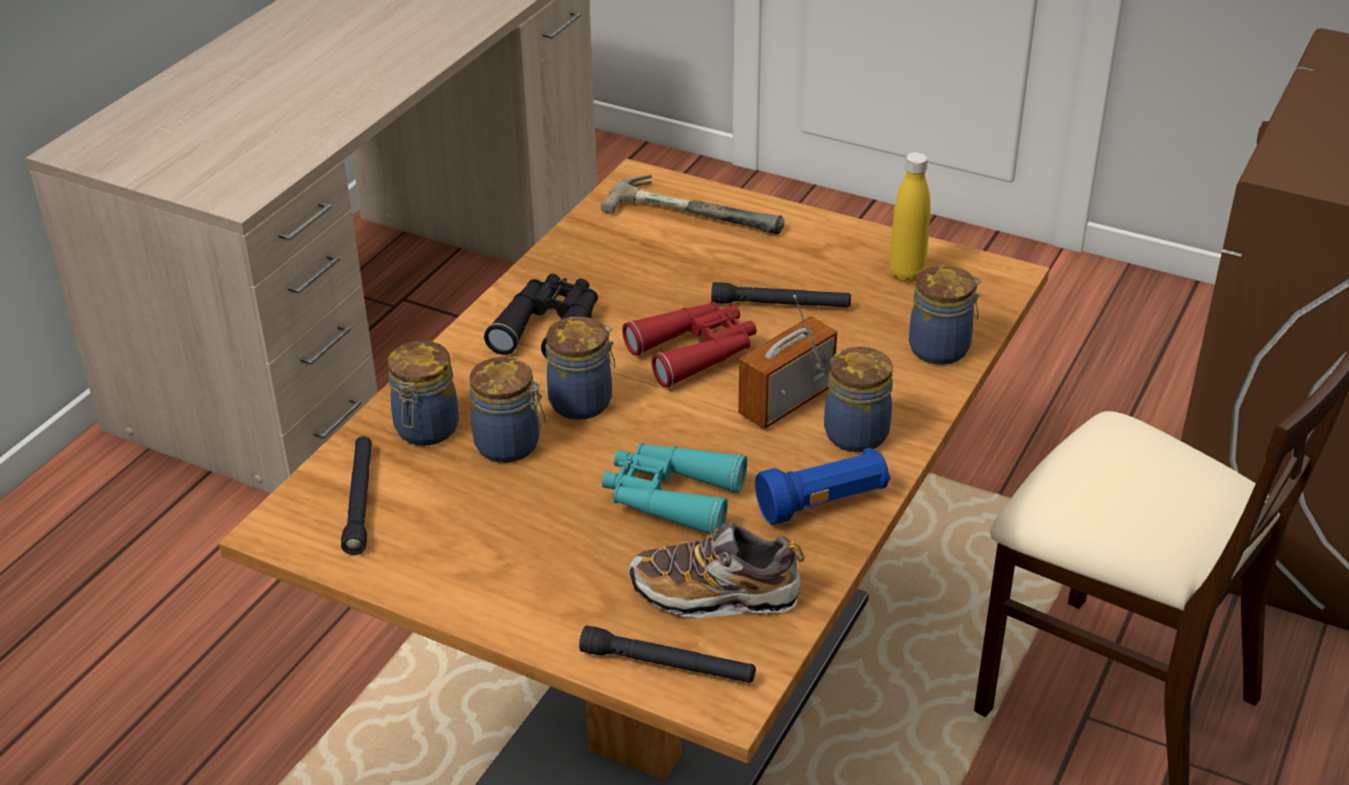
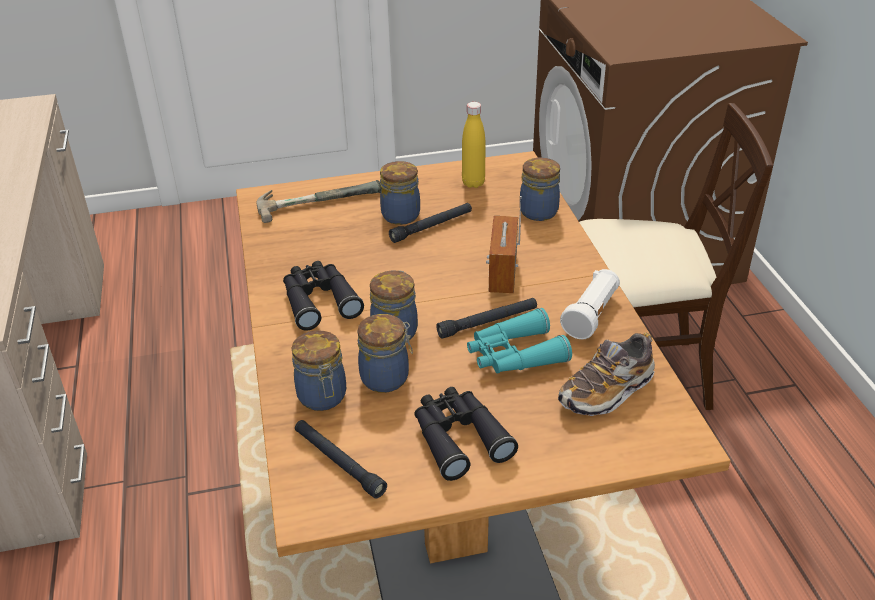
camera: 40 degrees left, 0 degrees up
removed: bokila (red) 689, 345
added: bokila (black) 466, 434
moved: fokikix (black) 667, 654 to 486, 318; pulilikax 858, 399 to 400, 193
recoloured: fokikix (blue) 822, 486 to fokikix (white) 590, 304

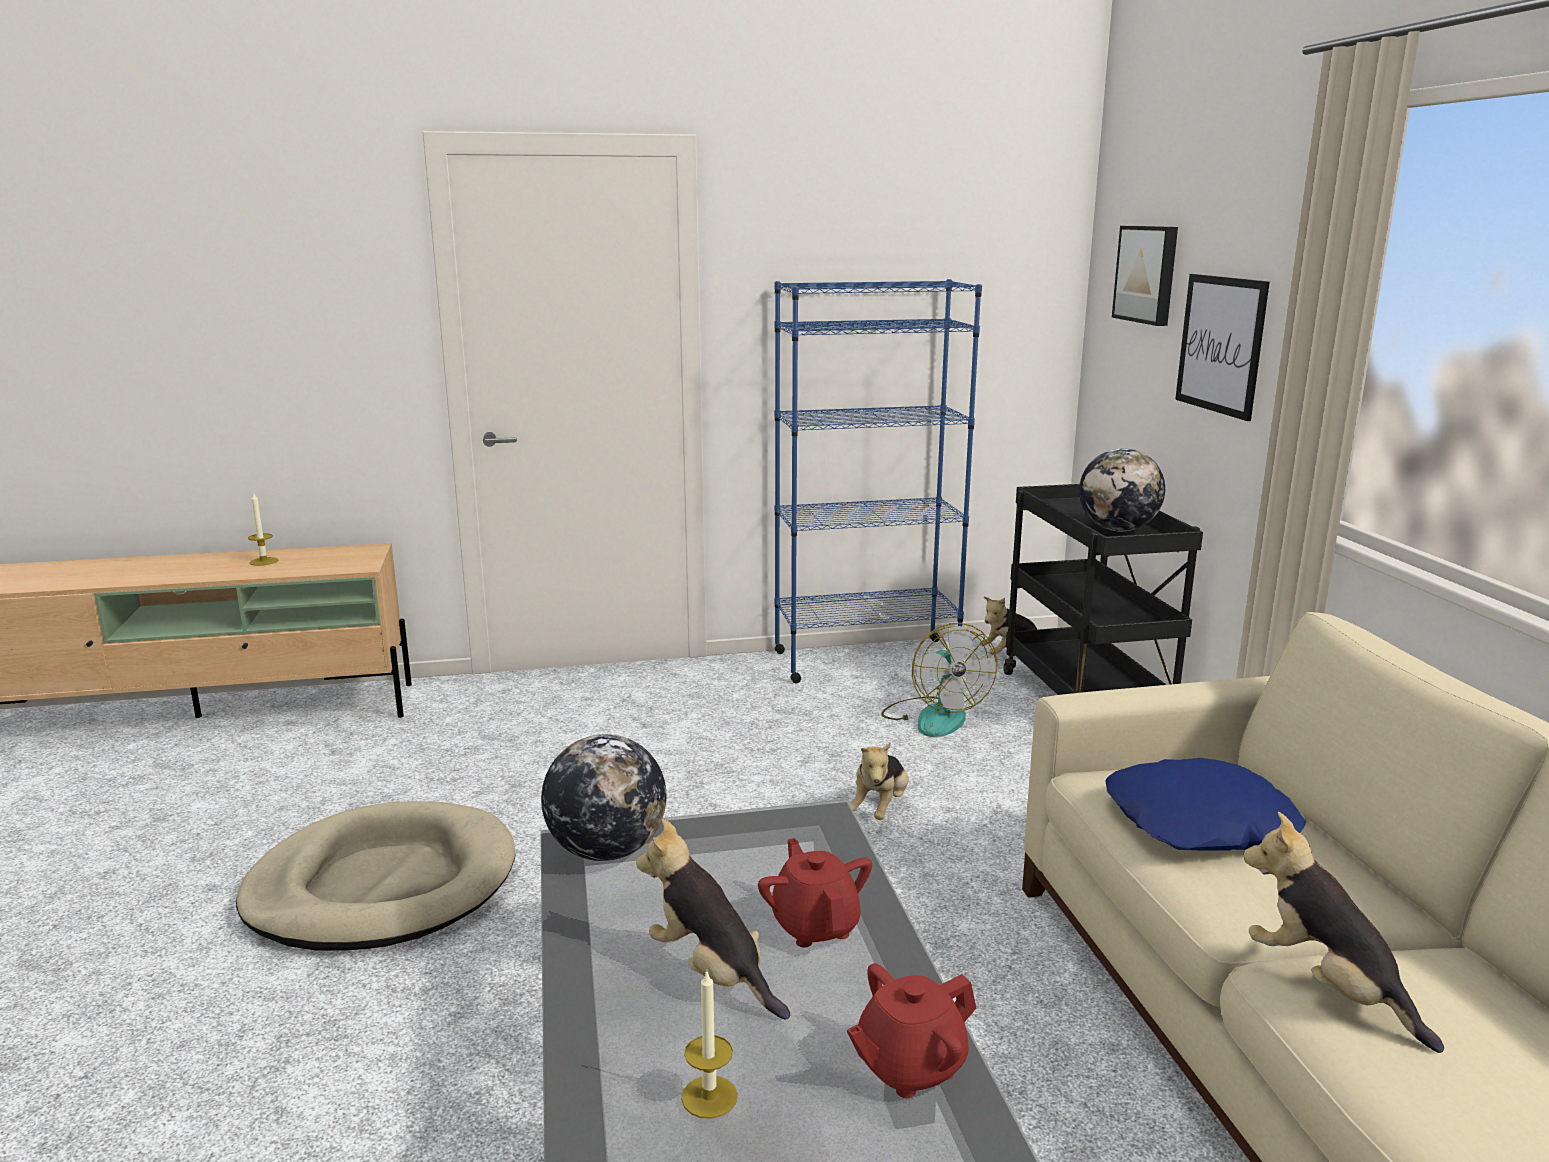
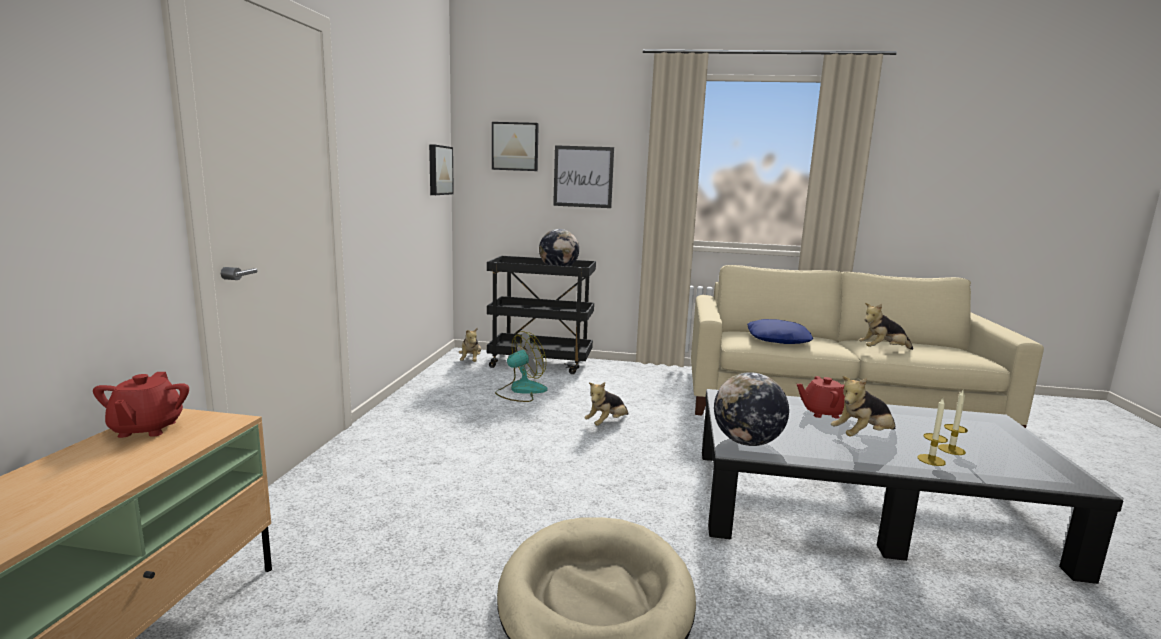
camera: 70 degrees left, 5 degrees down
removed: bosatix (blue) 878, 481
added: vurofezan 441, 169
moved: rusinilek 263, 529 to 932, 432; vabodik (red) 911, 1031 to 141, 405
turned: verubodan 879, 781 = 606, 404 90 degrees clockwise; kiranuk 939, 680 = 521, 366 45 degrees counterclockwise

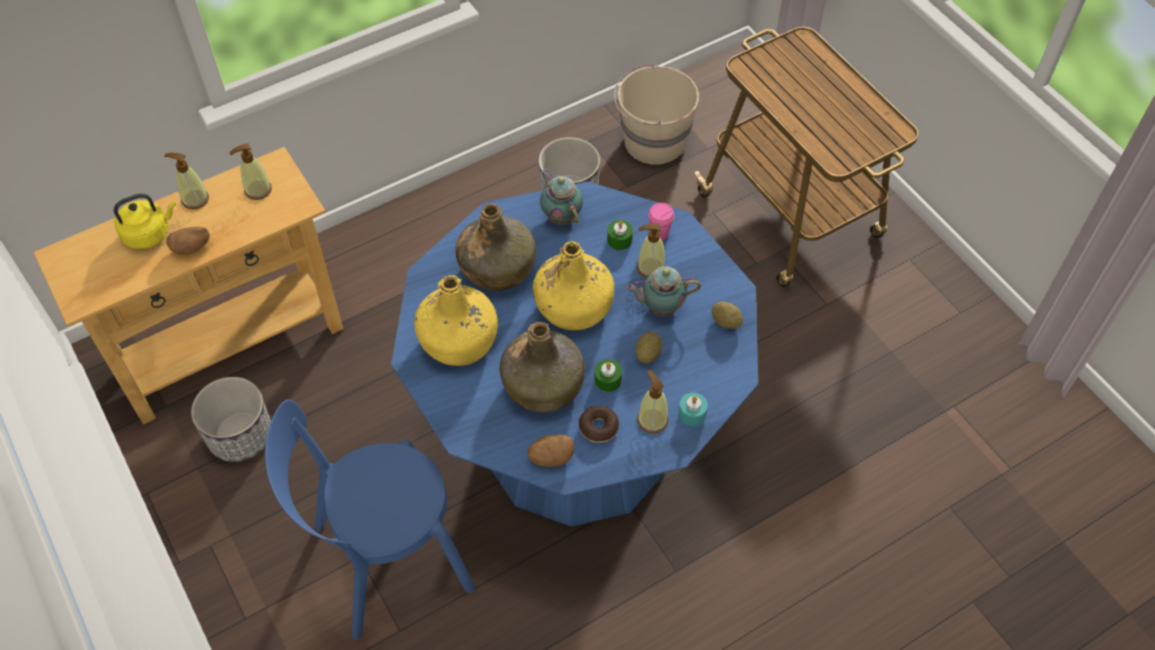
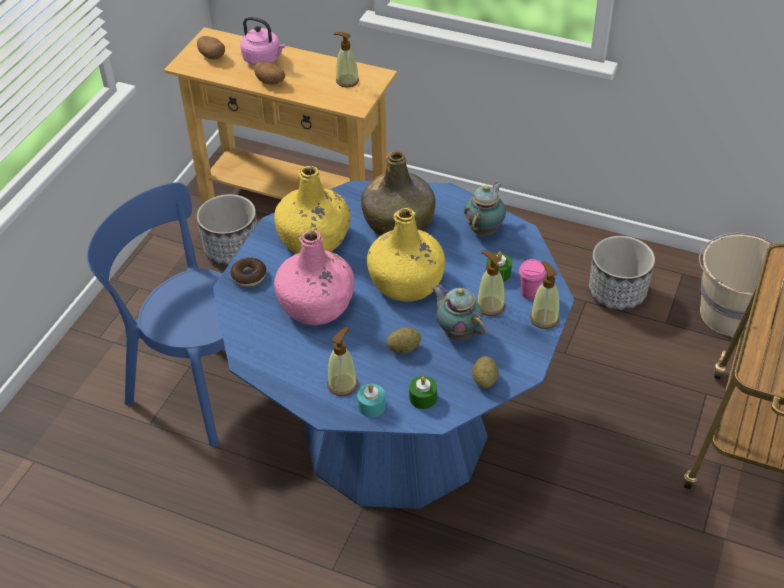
camera: 55 degrees right, 10 degrees down
moved: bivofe 186, 181 to 545, 295; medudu 550, 451 to 211, 48; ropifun 599, 424 to 248, 272; rusinilek (green) 608, 375 to 423, 392
recoloured: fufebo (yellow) 145, 221 to fufebo (pink) 263, 41; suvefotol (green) 542, 367 to suvefotol (pink) 314, 277

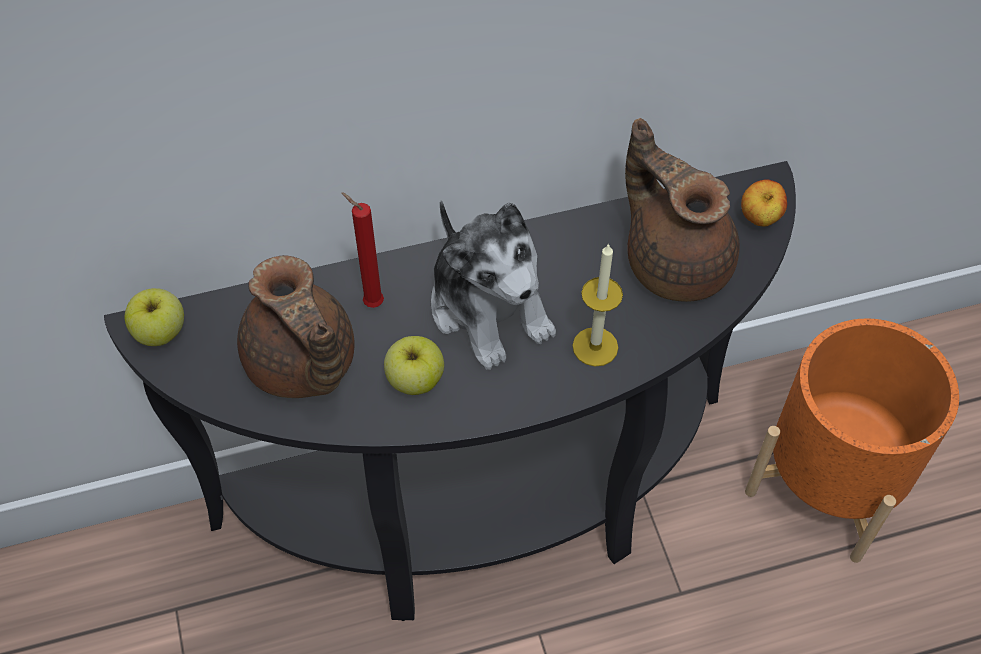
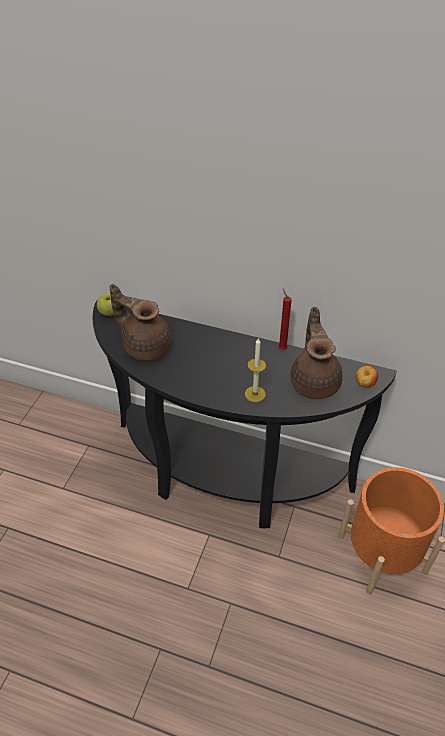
camera: 35 degrees right, 10 degrees down
removed: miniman 414, 365; verubodan 493, 285
moved: rusinilek (red) 362, 250 to 285, 319
turned: vabodik (brown) 296, 326 = 140, 322 120 degrees clockwise

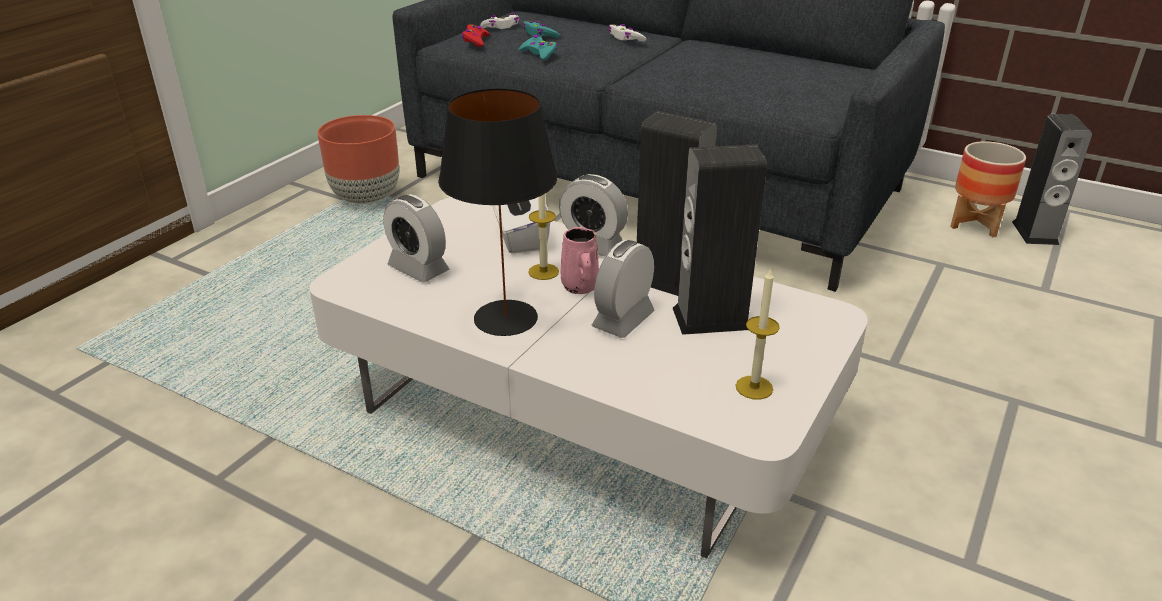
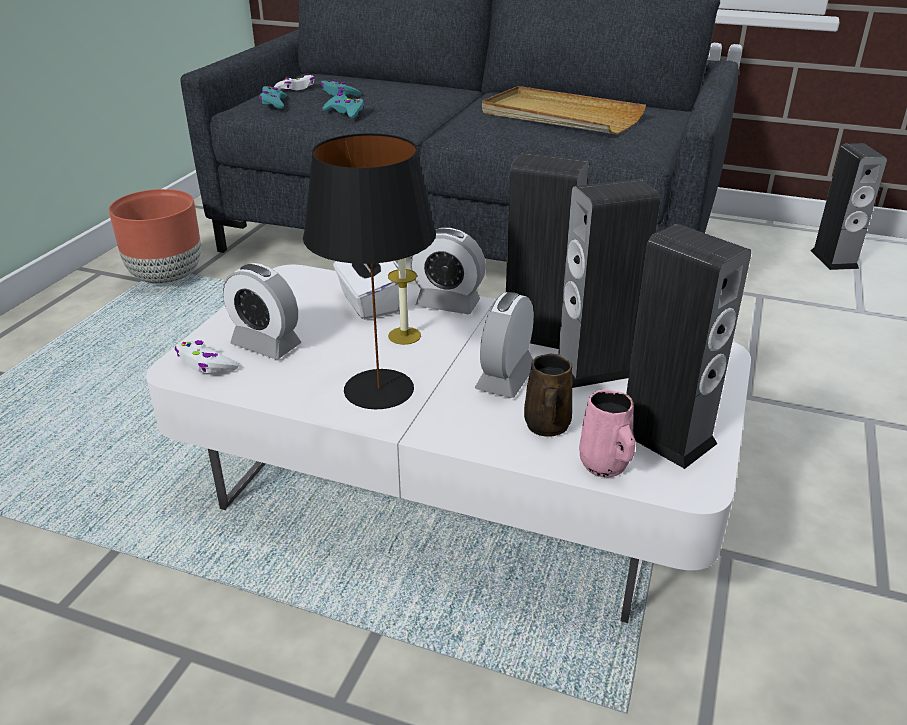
camera: 10 degrees left, 0 degrees up
removed: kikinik 988, 189
added: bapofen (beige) 564, 110; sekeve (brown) 548, 395
moved: sekeve (pink) 580, 260 to 607, 433; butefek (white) 627, 33 to 207, 356
replaced: rusinilek 758, 333 to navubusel 688, 346
recoloured: butefek (red) 476, 35 to butefek (turquoise) 273, 97

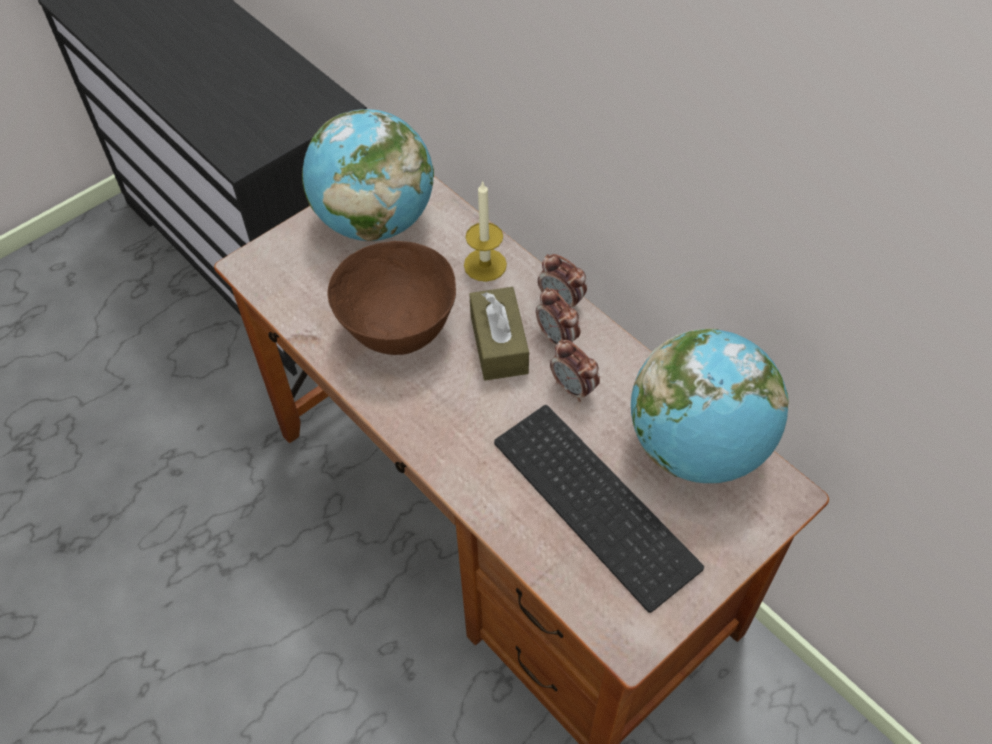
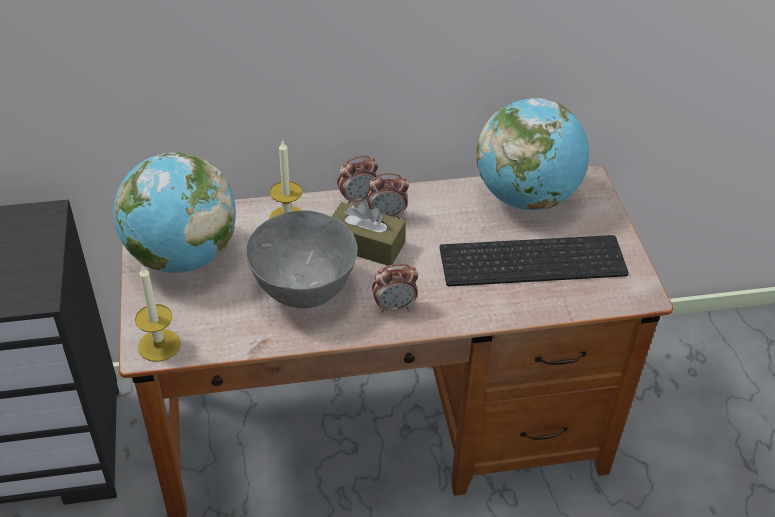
camera: 60 degrees left, 10 degrees down
added: rusinilek 158, 313
moved: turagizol 575, 370 to 395, 288
recoloured: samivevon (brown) 391, 298 to samivevon (grey) 302, 259

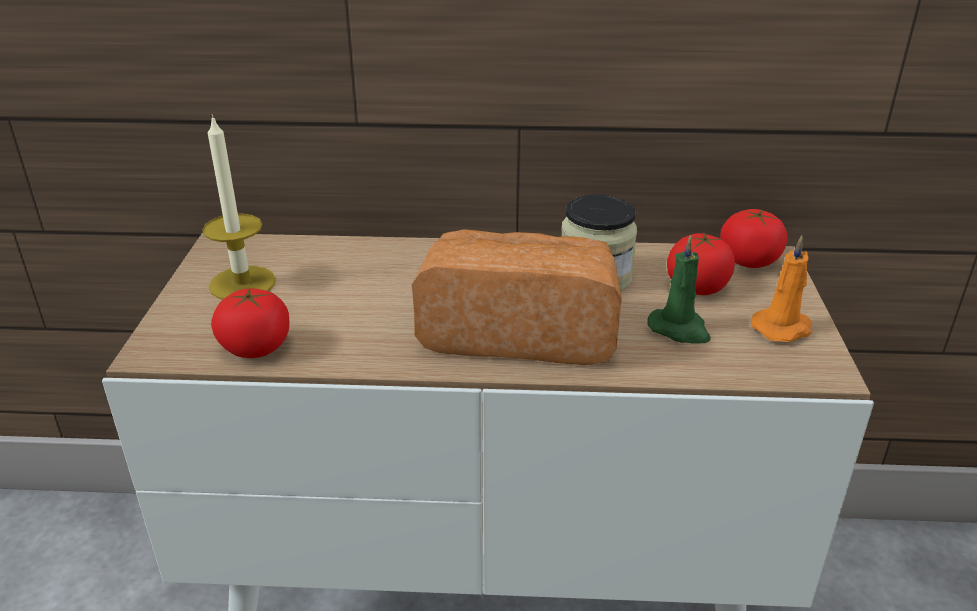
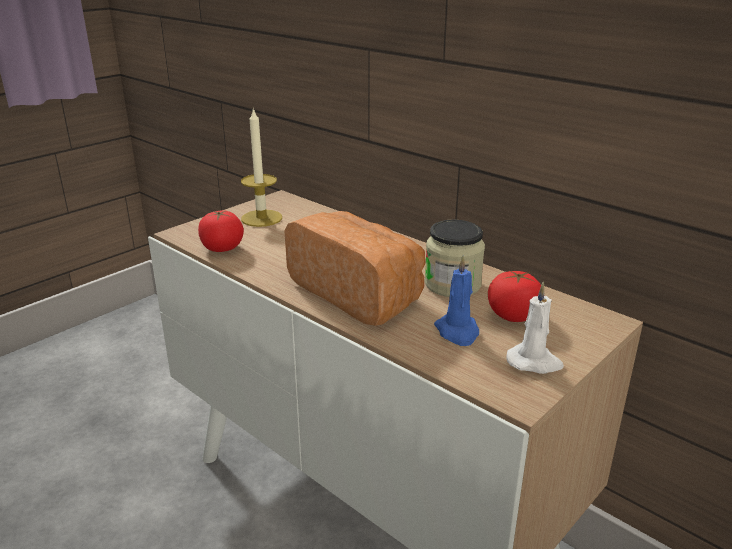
camera: 40 degrees right, 5 degrees down
removed: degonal 754, 238
recoloured: rusinilek (green) 679, 289 to rusinilek (blue) 456, 300; rusinilek (orange) 781, 288 to rusinilek (white) 535, 328

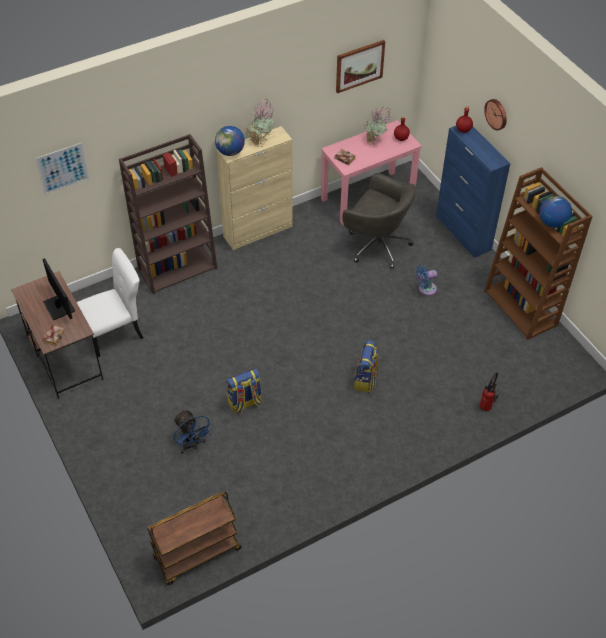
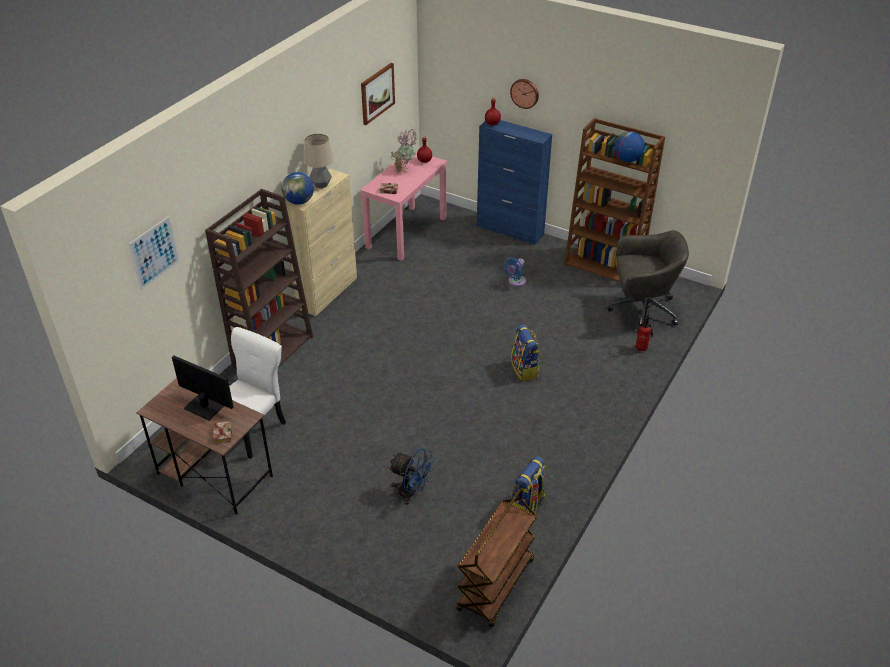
camera: 30 degrees left, 10 degrees down
moved: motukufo 244, 390 to 528, 485; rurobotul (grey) 379, 221 to 648, 281
replaced: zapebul 259, 123 to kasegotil 318, 161

